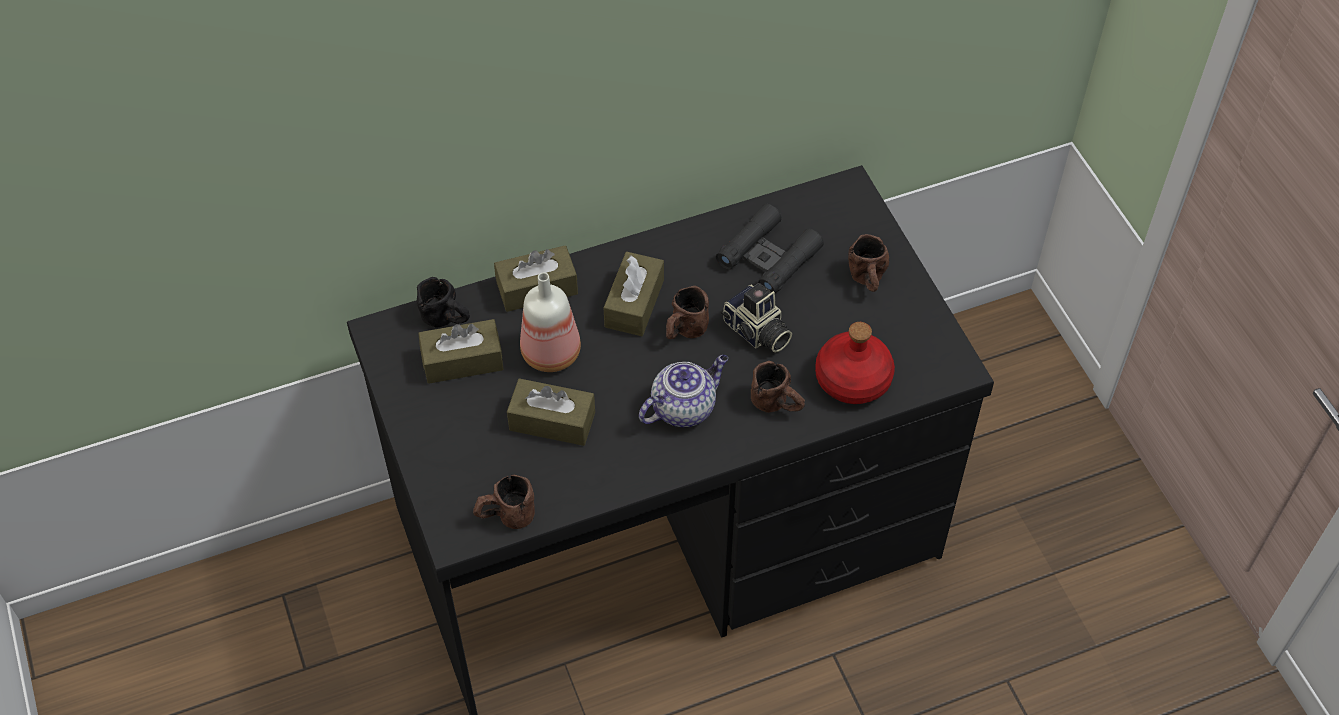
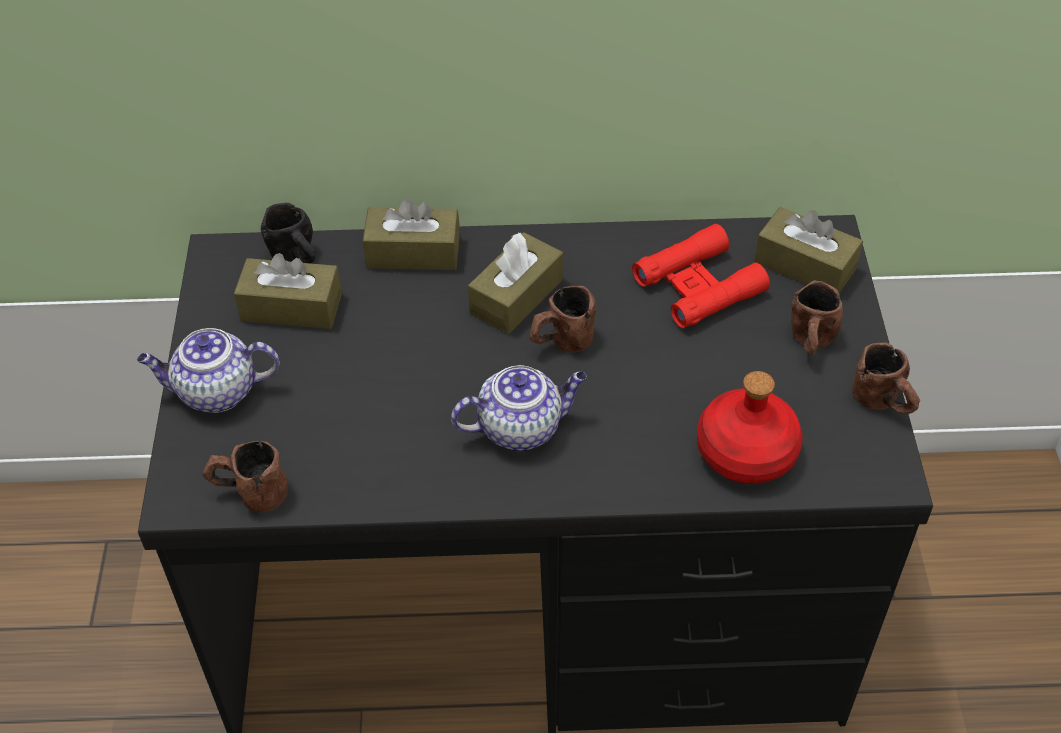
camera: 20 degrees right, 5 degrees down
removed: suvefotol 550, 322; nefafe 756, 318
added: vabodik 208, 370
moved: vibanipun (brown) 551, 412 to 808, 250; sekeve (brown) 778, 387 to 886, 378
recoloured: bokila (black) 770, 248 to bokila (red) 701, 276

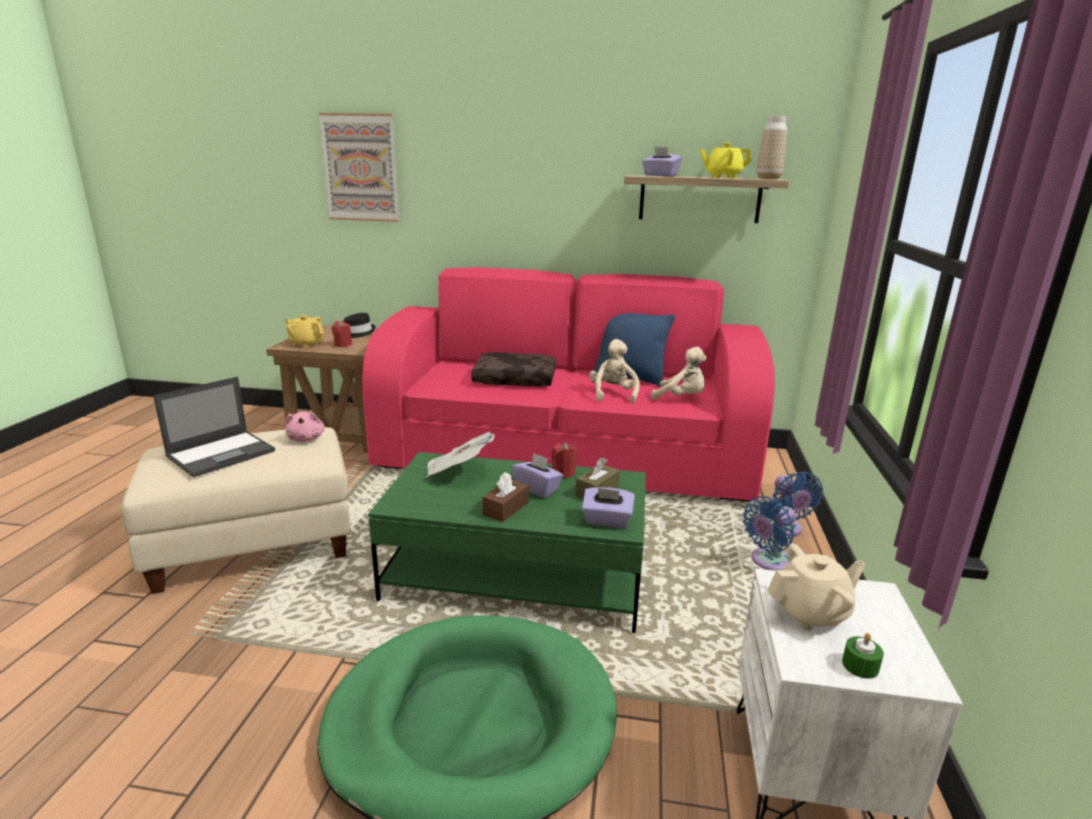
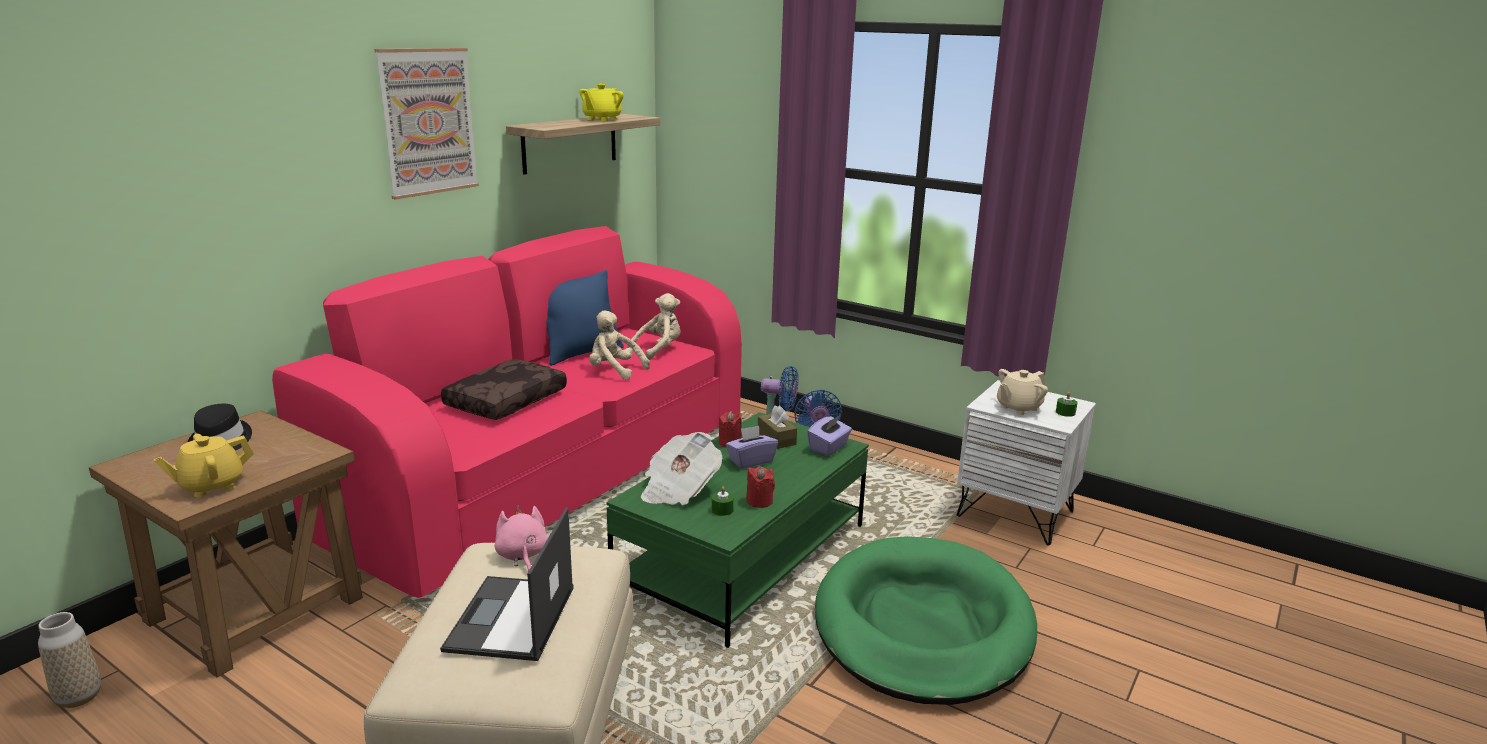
camera: 65 degrees left, 0 degrees up
removed: vibanipun (brown) 505, 497; vibanipun (purple) 662, 161
added: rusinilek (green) 723, 501
moved: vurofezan 359, 167 to 426, 124; rusinilek (red) 341, 333 to 760, 487; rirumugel 772, 147 to 69, 660
turned: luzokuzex 214, 427 = 507, 584 150 degrees counterclockwise; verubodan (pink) 305, 427 = 521, 538 120 degrees counterclockwise; vabodik (beige) 816, 587 = 1022, 392 135 degrees counterclockwise

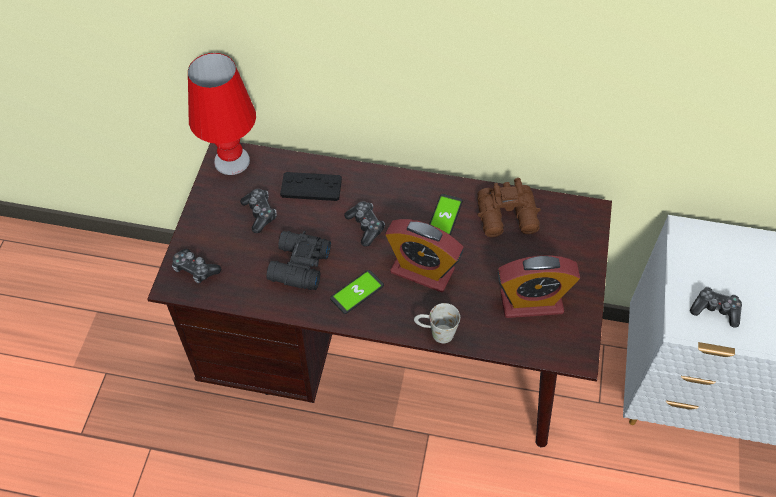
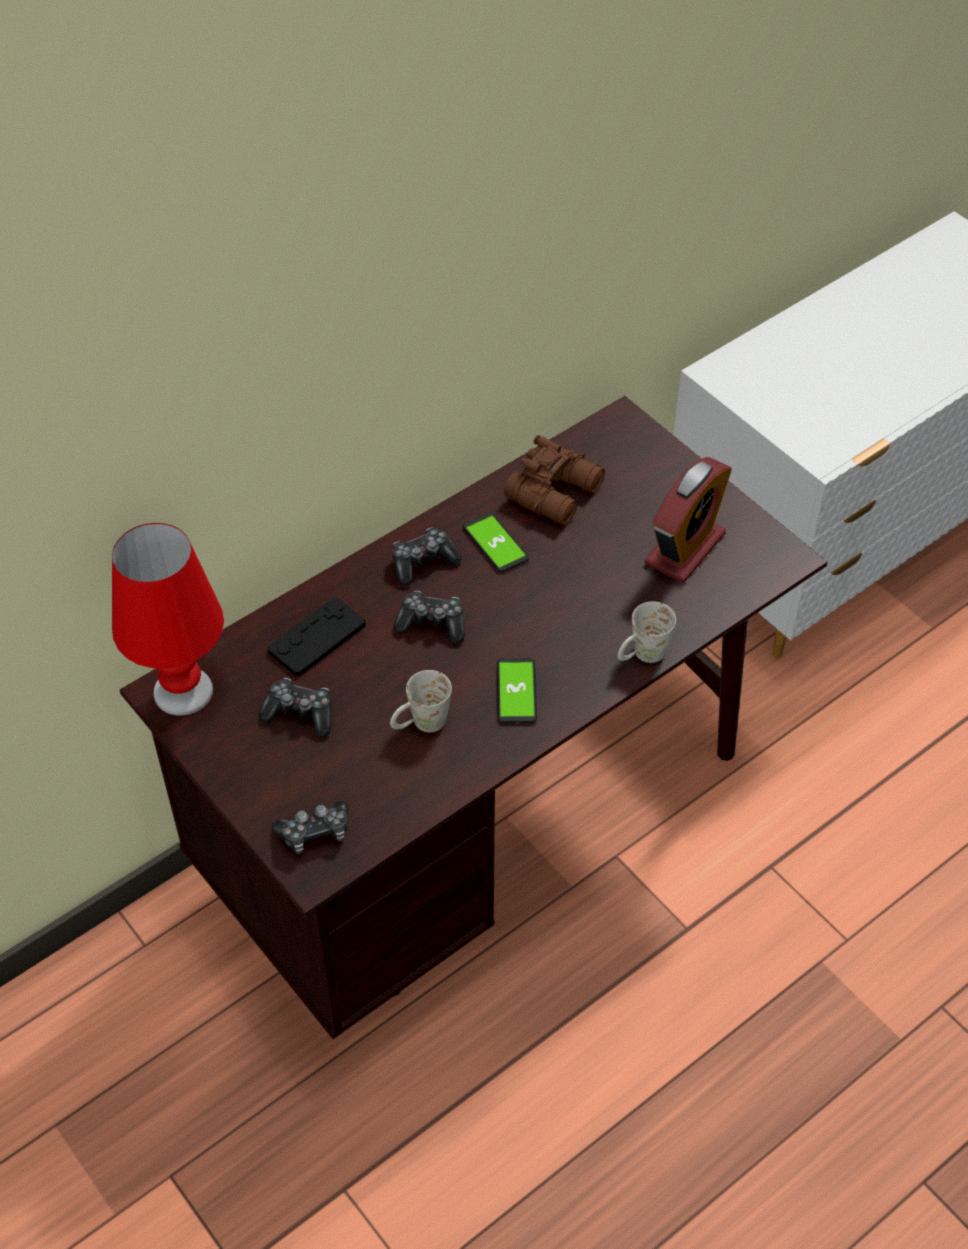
camera: 50 degrees left, 5 degrees down
removed: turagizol 424, 255
moved: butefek 716, 307 to 426, 556
replaced: bokila (black) 298, 260 to sekeve (white) 421, 701

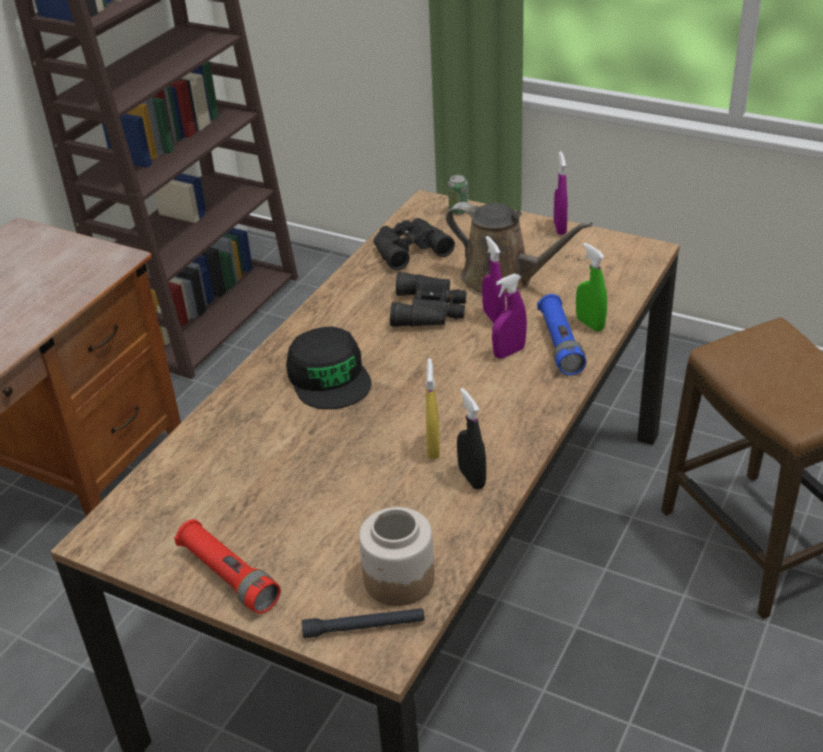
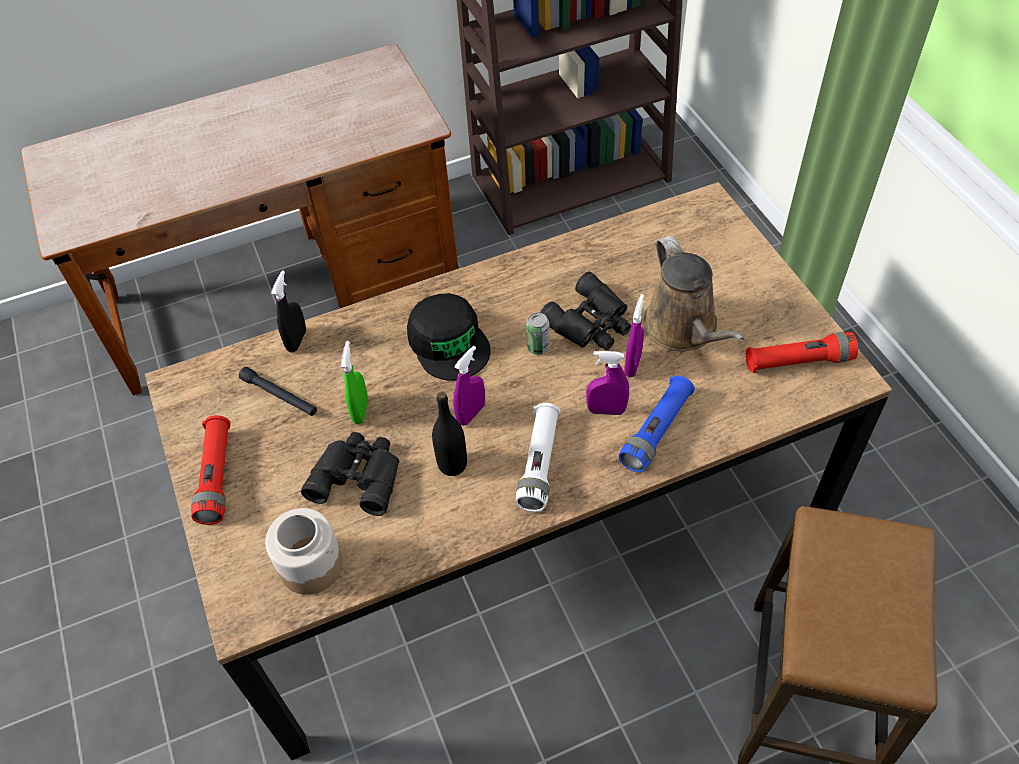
camera: 40 degrees right, 15 degrees up
added: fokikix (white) 538, 457; fokikix (red) 802, 352
moved: fokikix (black) 363, 623 to 278, 391; bokila (black) 414, 244 to 350, 474; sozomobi 458, 195 to 538, 334; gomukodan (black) 471, 438 to 288, 311; gomukodan (purple) 561, 193 to 469, 386; gomukodan (green) 591, 287 to 354, 382
replaced: gomukodan (yellow) 433, 408 to suvefotol (black) 449, 434
turned: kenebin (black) 328, 367 = 449, 337 45 degrees counterclockwise

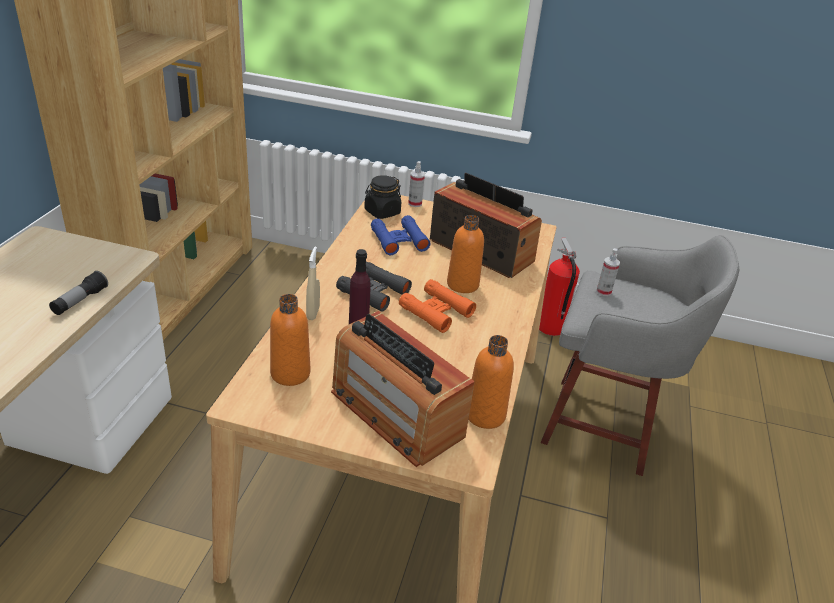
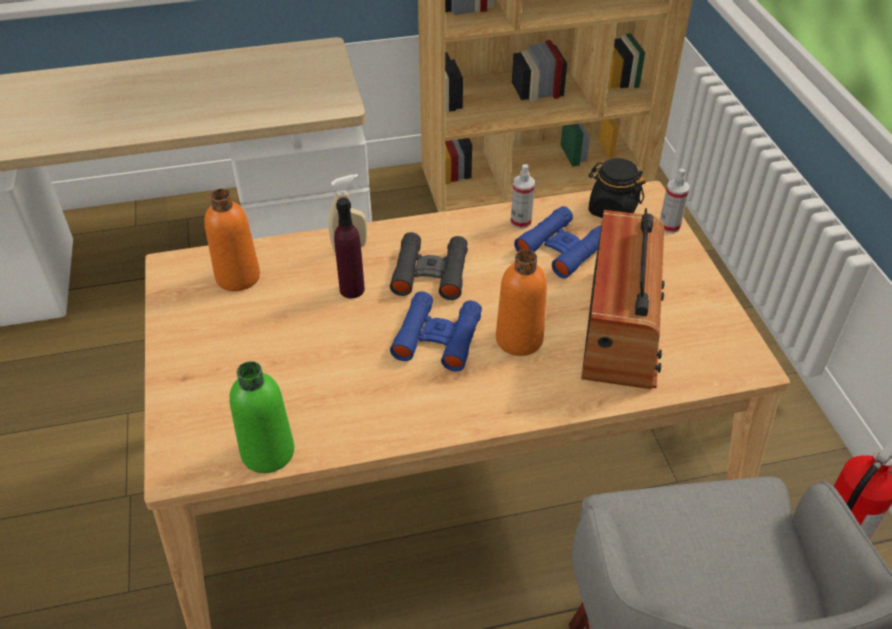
camera: 65 degrees right, 10 degrees up
removed: fokikix 78, 293; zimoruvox 403, 389
moved: gomukodan 608, 272 to 523, 196
recoloured: bokila (orange) 437, 306 to bokila (blue) 436, 331; suvefotol (orange) 491, 382 to suvefotol (green) 261, 417

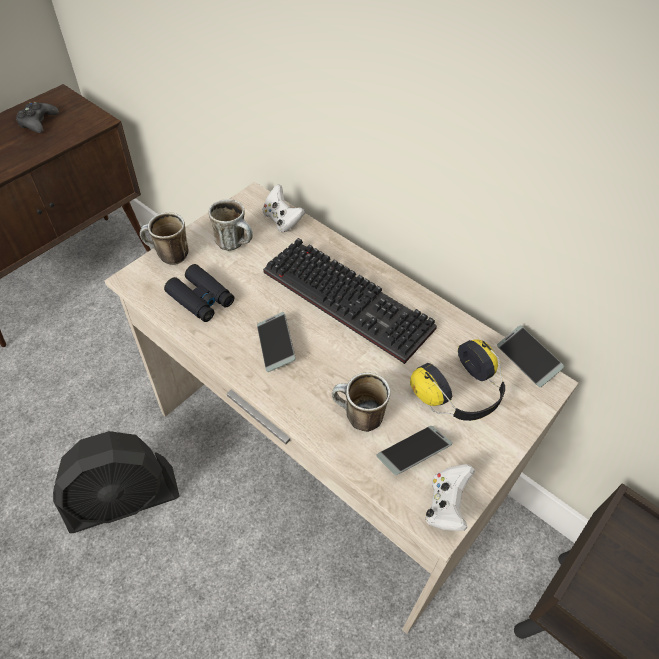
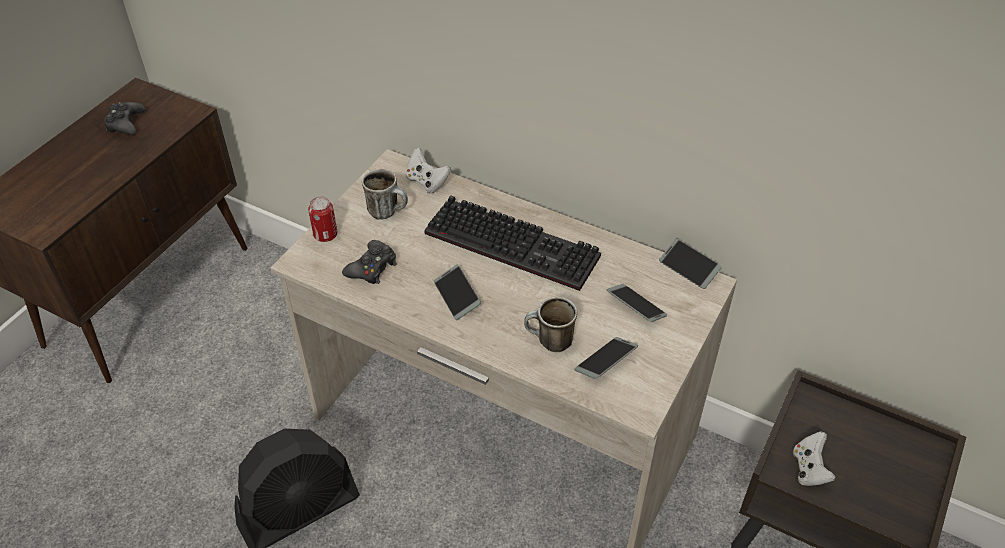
camera: 10 degrees left, 5 degrees down
moved: butefek (white) 450, 497 to 814, 459
replaced: sekeve 164, 238 to sozomobi 322, 219; bokila (black) 199, 293 to butefek (black) 369, 262; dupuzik 457, 380 to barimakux 636, 303

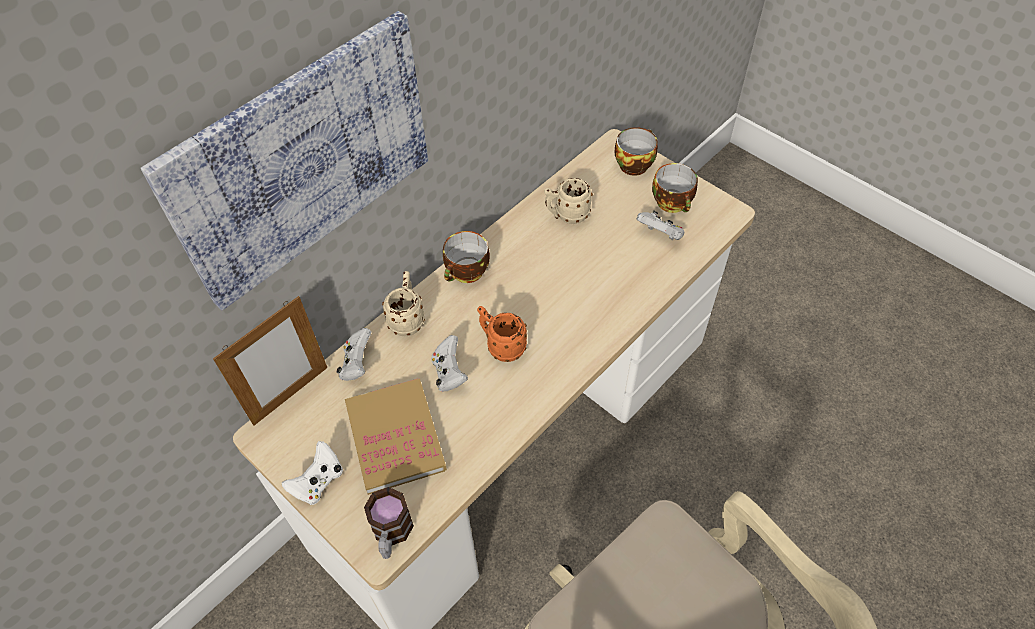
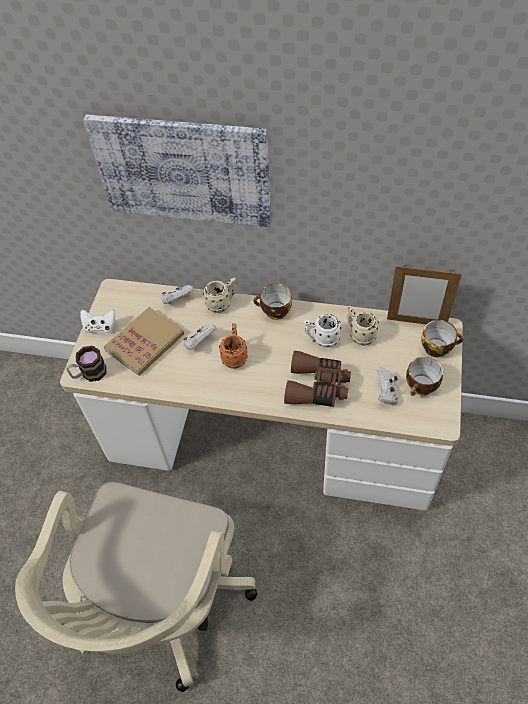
camera: 60 degrees right, 0 degrees up
added: bokila (brown) 317, 379; sekeve (white) 322, 331
moved: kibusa 270, 361 to 424, 295

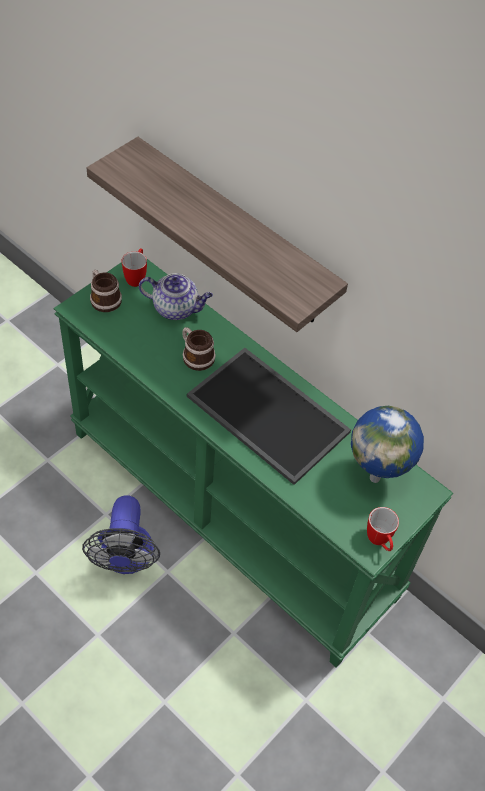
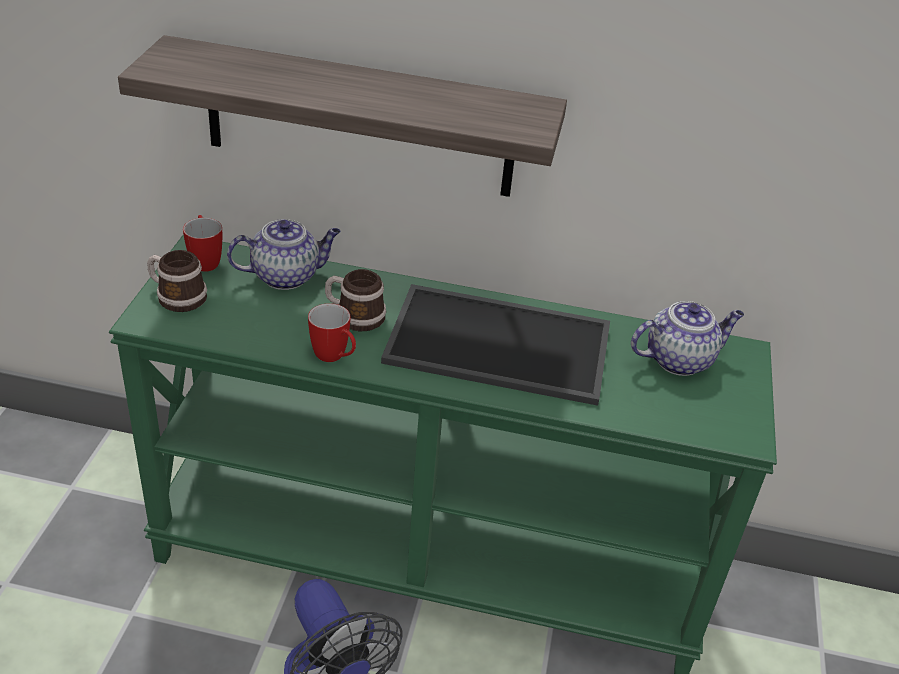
camera: 30 degrees left, 15 degrees down
moved: sekeve 383, 529 to 332, 332
replaced: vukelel 387, 444 to vabodik 687, 338

